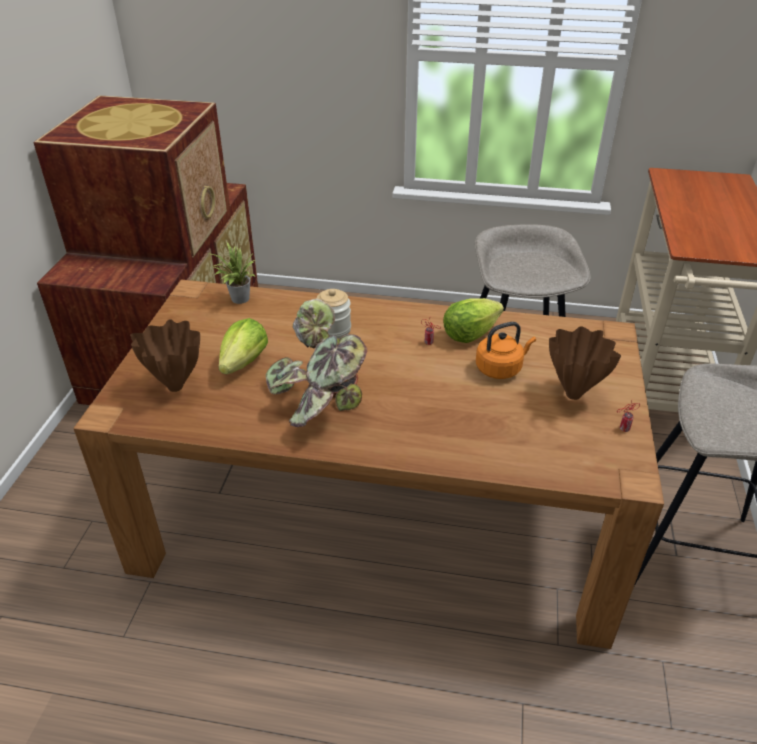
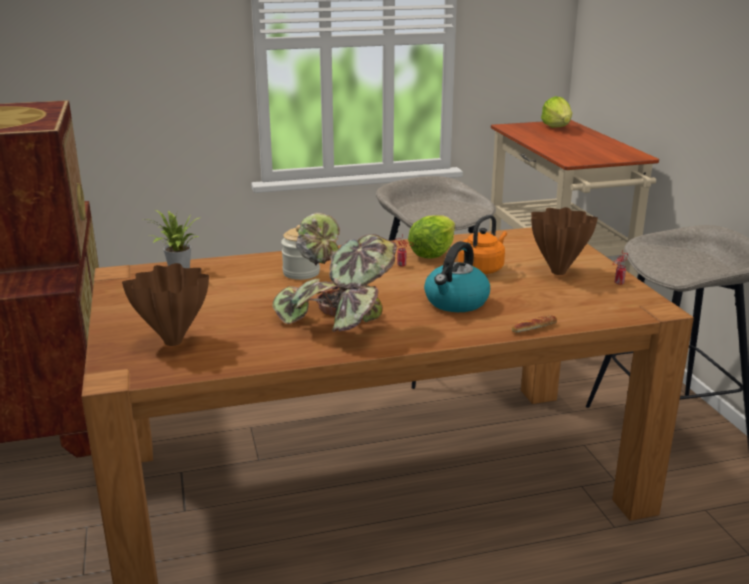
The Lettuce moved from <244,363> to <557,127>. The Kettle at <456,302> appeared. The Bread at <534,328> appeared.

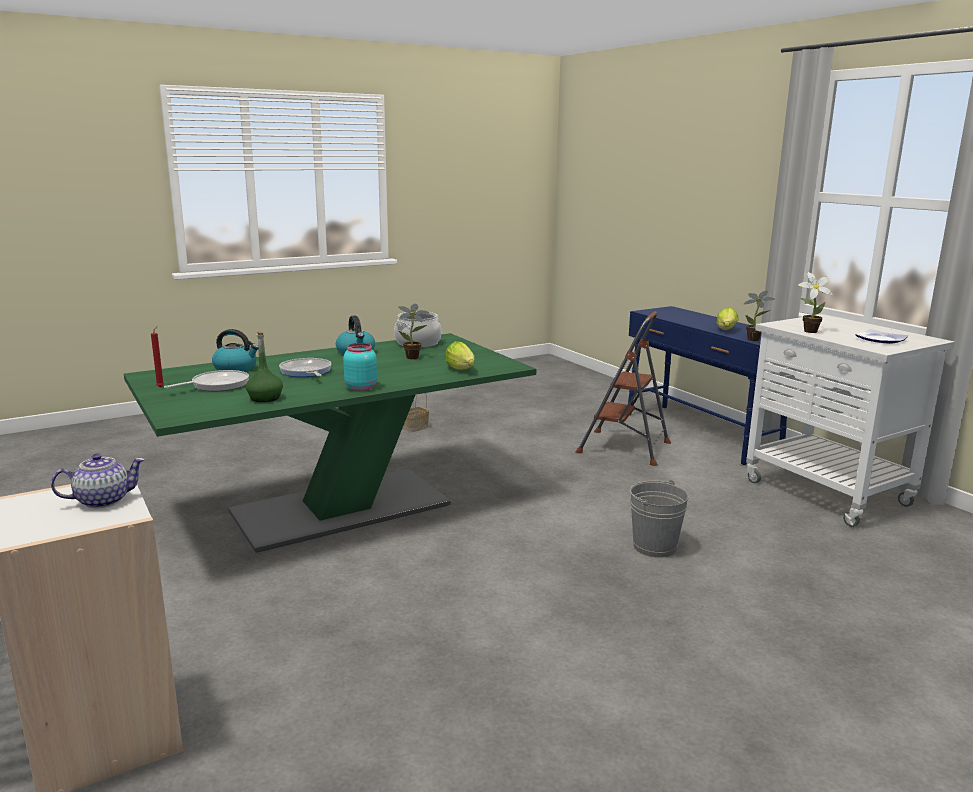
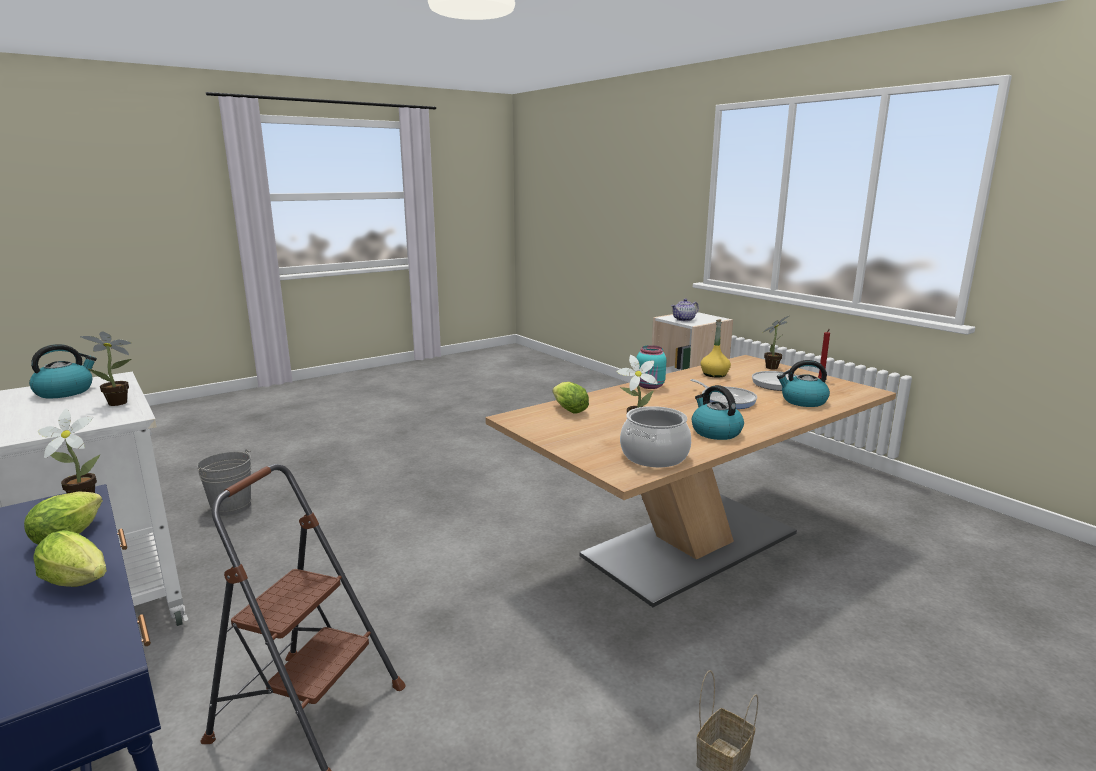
The Plate at <882,339> was replaced by the Kettle at <65,391>. The GreenBottle at <265,398> became the YellowBottle at <714,374>. The GreenDiningTable at <341,509> became the BeigeDiningTable at <691,546>. The GreyBucket moved from <654,547> to <231,507>. The PottedPlant at <773,367> appeared. The Lettuce at <80,583> appeared.

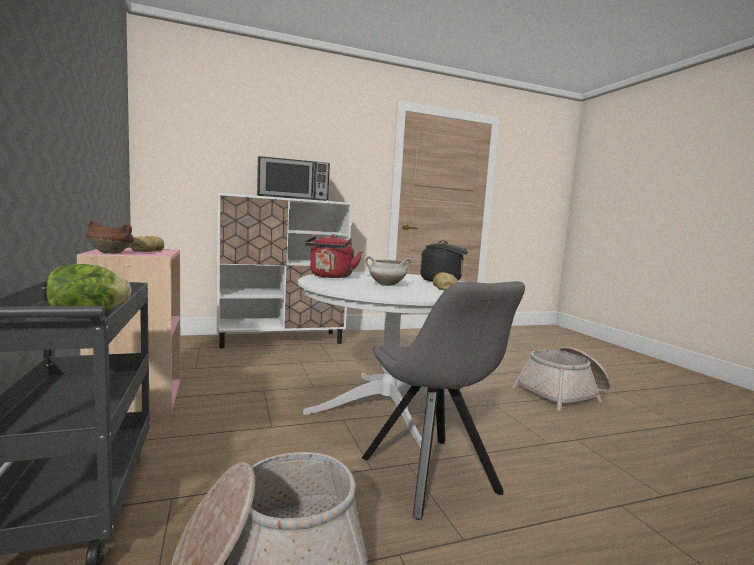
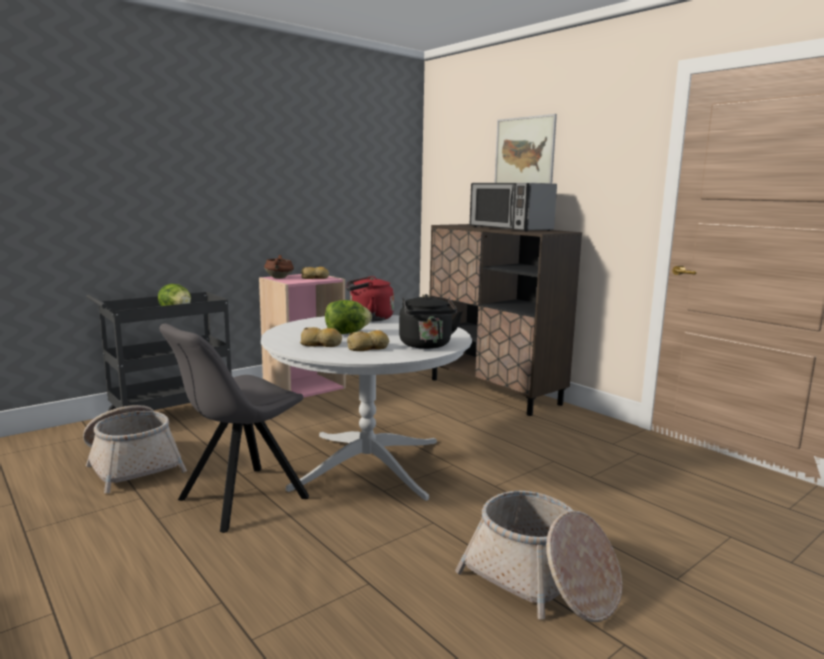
The WhiteCabinet at <281,339> became the BrownCabinet at <494,391>. The WhiteCookingPot at <386,285> was replaced by the Lettuce at <346,333>. The Picture at <524,155> appeared. The Bread at <321,344> appeared.

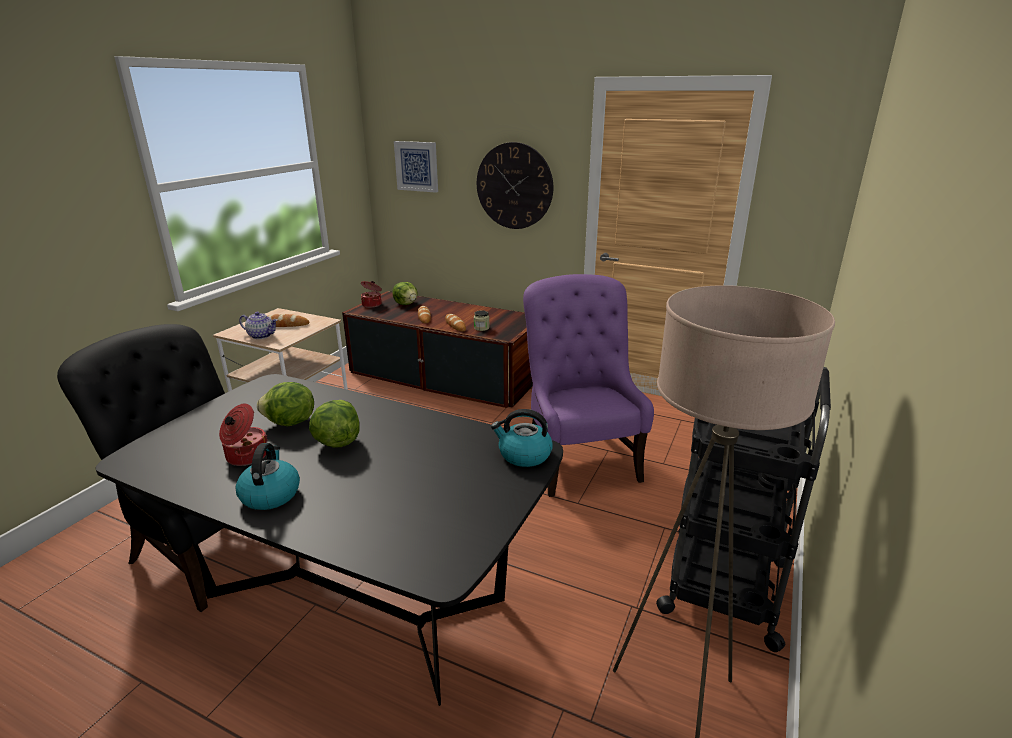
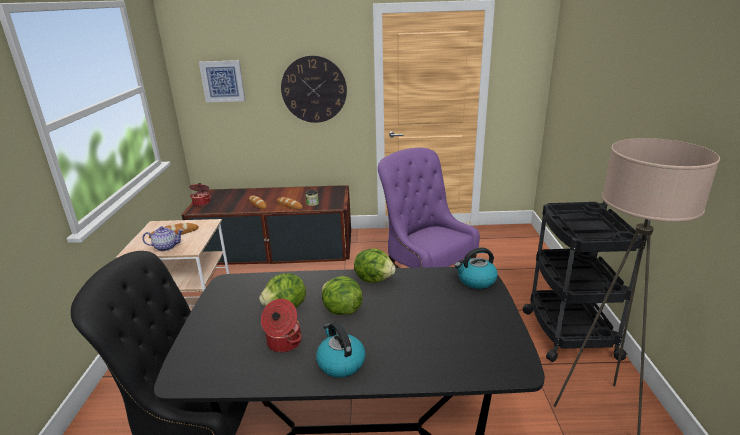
The Lettuce moved from <406,304> to <374,279>.

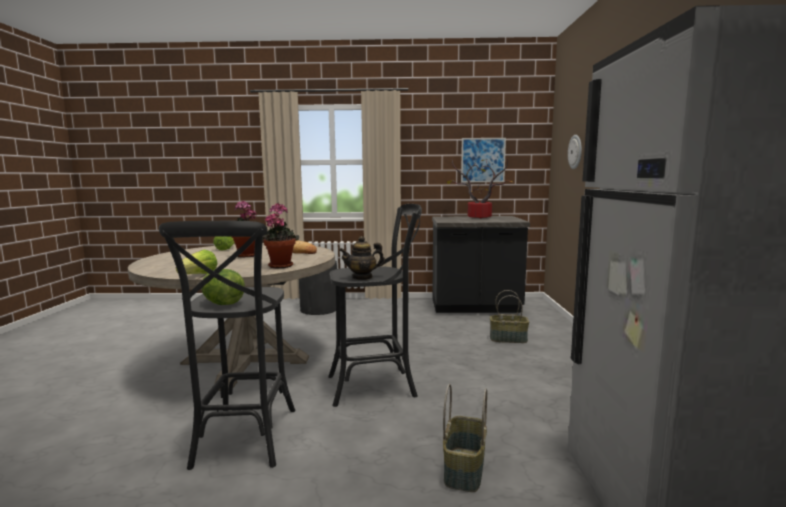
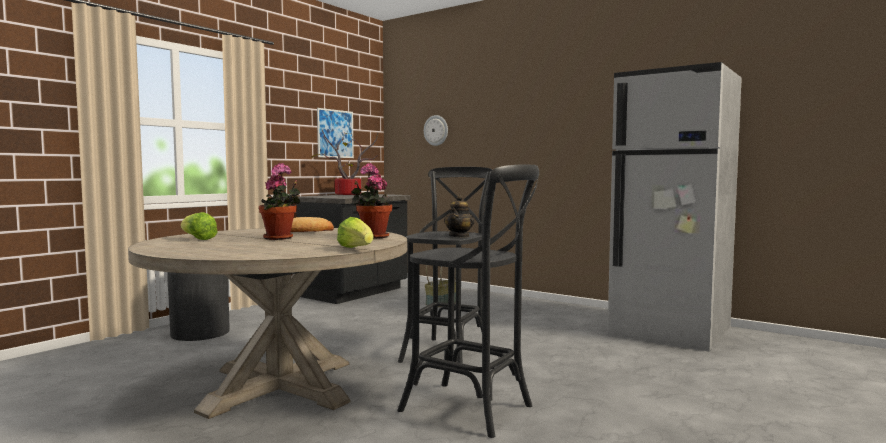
The Lettuce at <223,303> disappeared. The Basket at <465,470> disappeared.

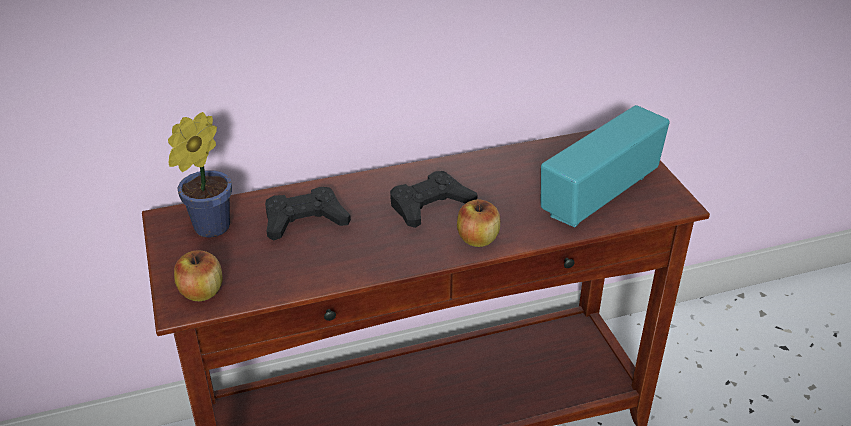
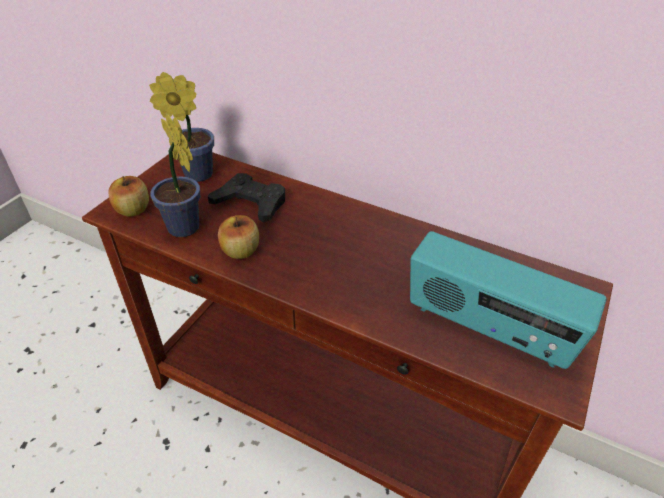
The Radio at <598,195> turned 150 degrees counterclockwise. The BlackGameController at <430,205> disappeared. The Apple moved from <477,239> to <240,251>. The PottedPlant at <185,230> appeared.

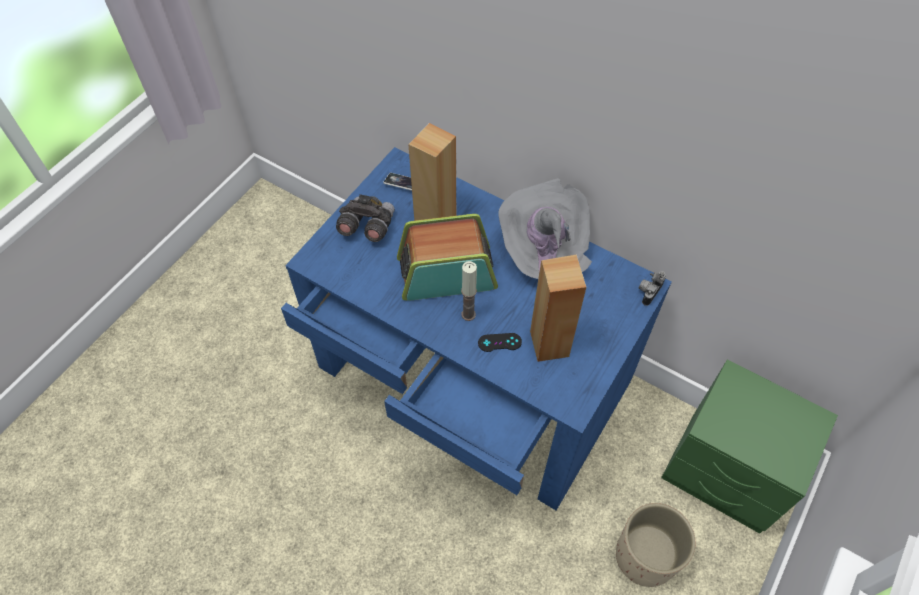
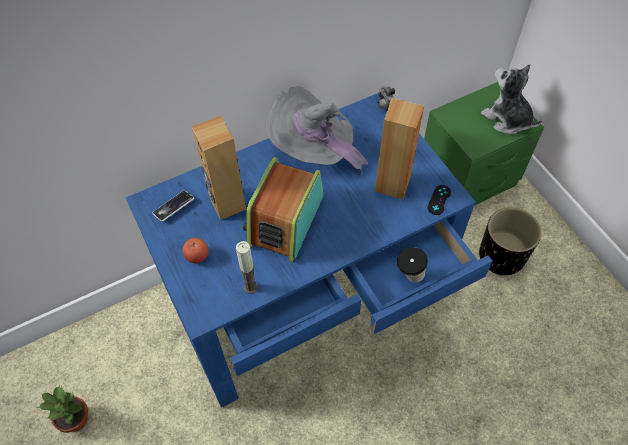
The GreyBinoculars at <367,227> was replaced by the Apple at <197,256>. The Candle moved from <468,314> to <250,287>. The BlackGameController moved from <499,342> to <439,200>. The BeigePlanter at <645,556> became the BlackPlanter at <501,256>. The PlushToy at <507,119> appeared. The Cup at <409,277> appeared. The PottedPlant at <75,418> appeared.

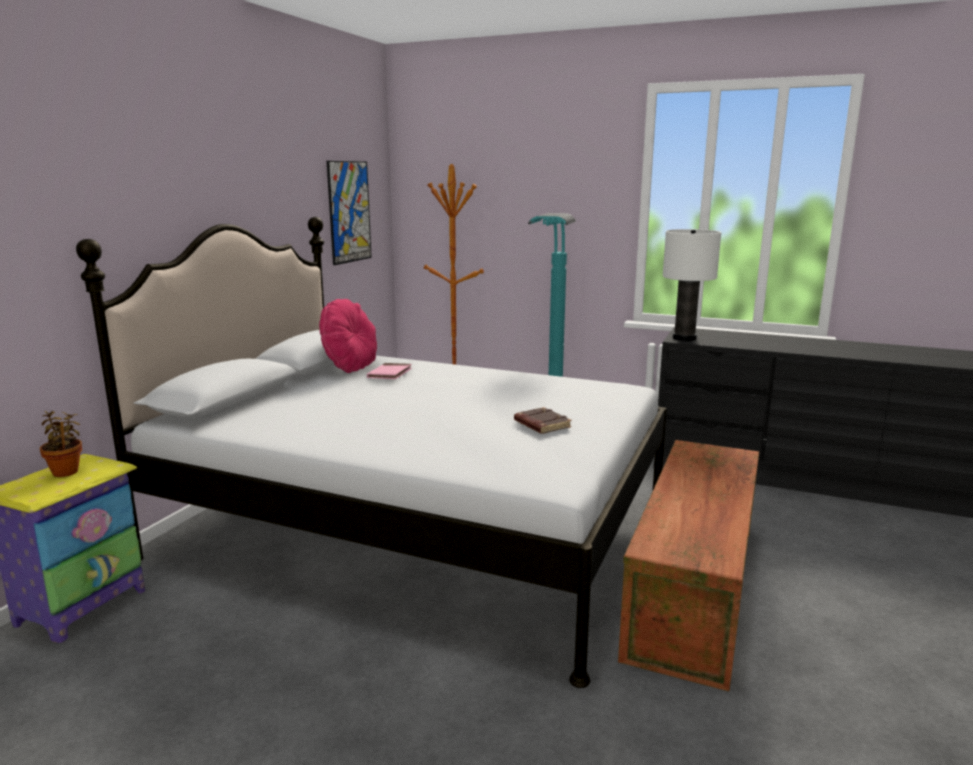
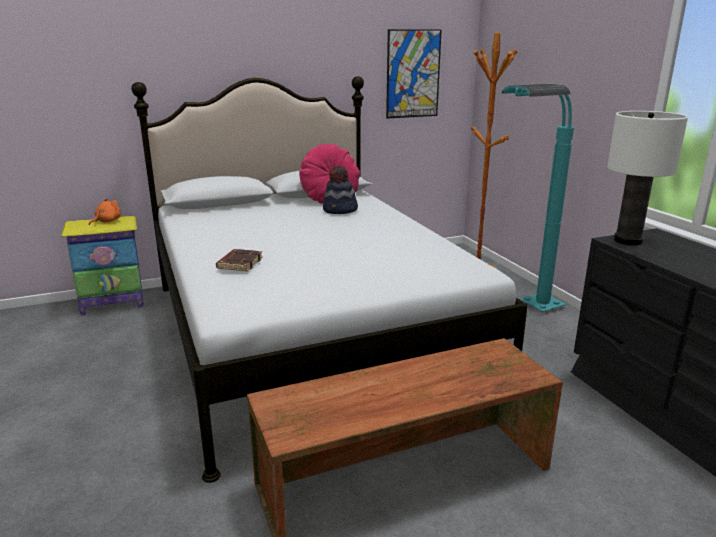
The PinkBook at <390,374> was replaced by the Hat at <340,210>. The BrownBook moved from <541,425> to <239,263>. The PottedPlant at <66,471> was replaced by the OrangePlushToy at <107,221>.

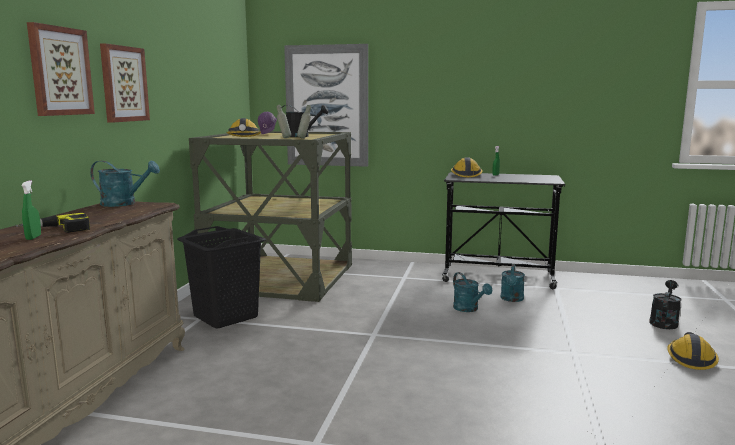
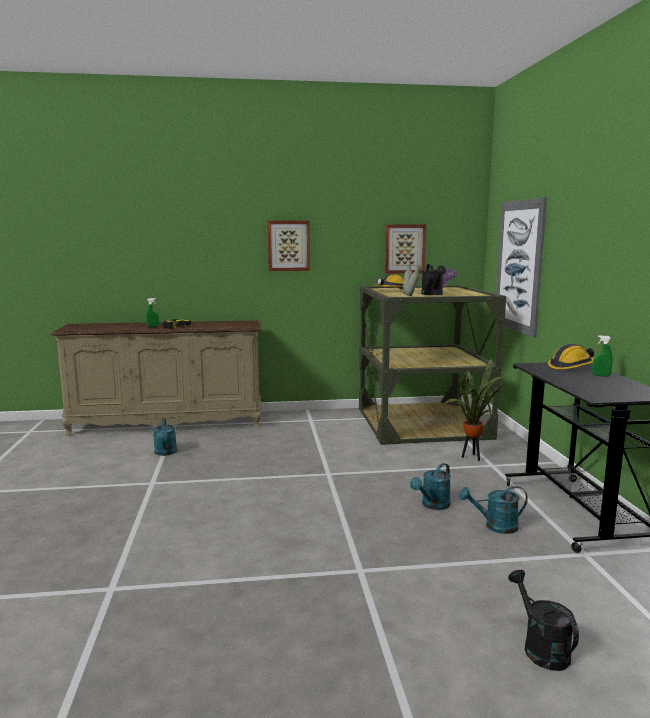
The Picture moved from <60,71> to <404,249>. The TurquoiseWateringCan moved from <124,204> to <165,453>. The BlackLaundryBasket at <226,316> disappeared. The BlackWateringCan at <664,322> turned 120 degrees counterclockwise. The HardHat at <690,358> disappeared. The PottedPlant at <472,457> appeared.

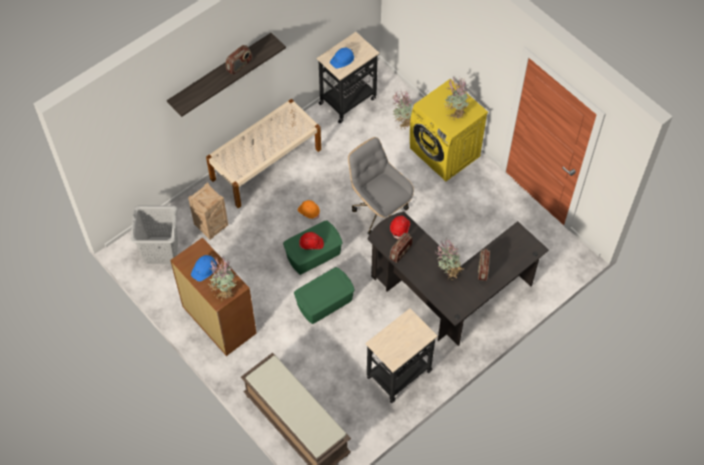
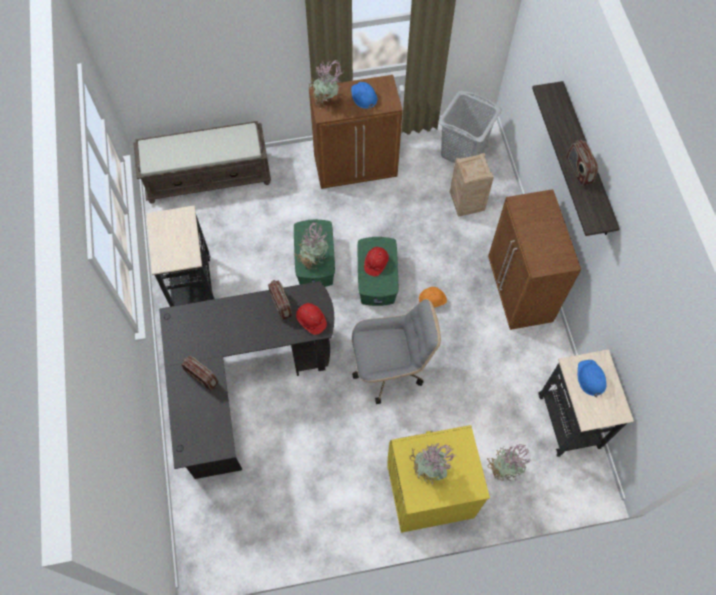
The BeigeBench at <265,164> was replaced by the BrownCabinet at <520,289>. The PottedPlant moved from <448,271> to <313,260>.

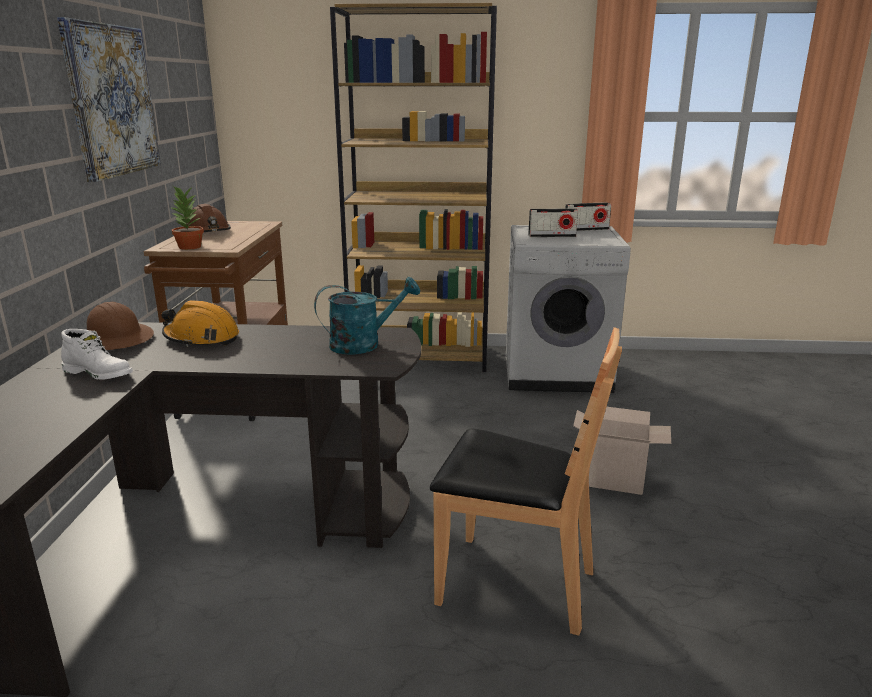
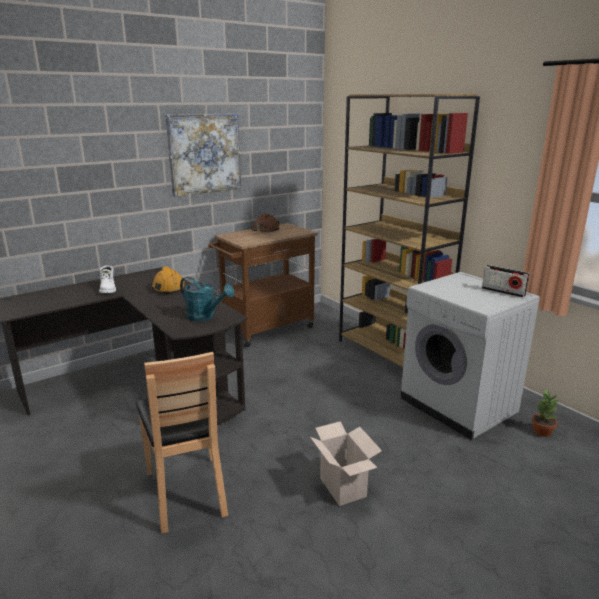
The PottedPlant moved from <189,247> to <542,431>. The Radio at <552,236> disappeared. The BrownHardHat at <115,339> disappeared.

